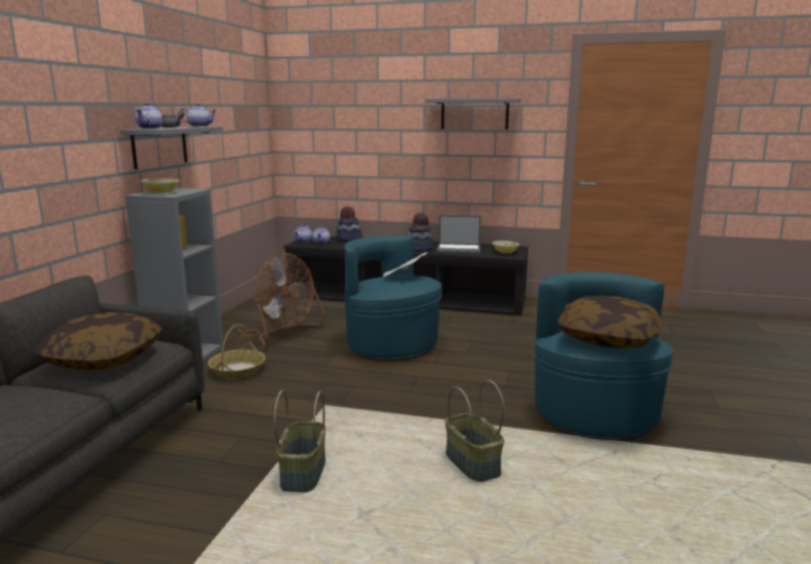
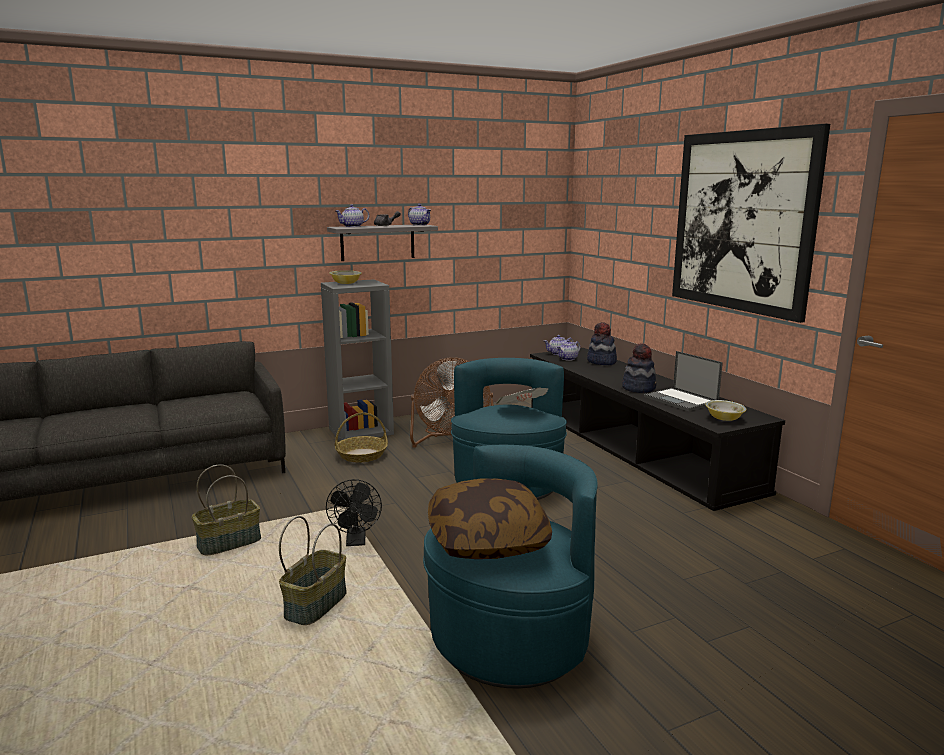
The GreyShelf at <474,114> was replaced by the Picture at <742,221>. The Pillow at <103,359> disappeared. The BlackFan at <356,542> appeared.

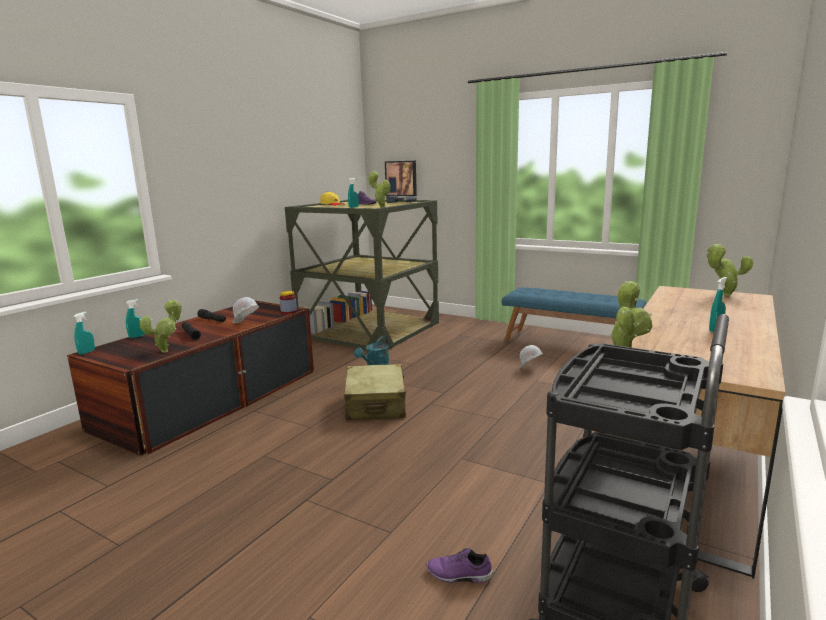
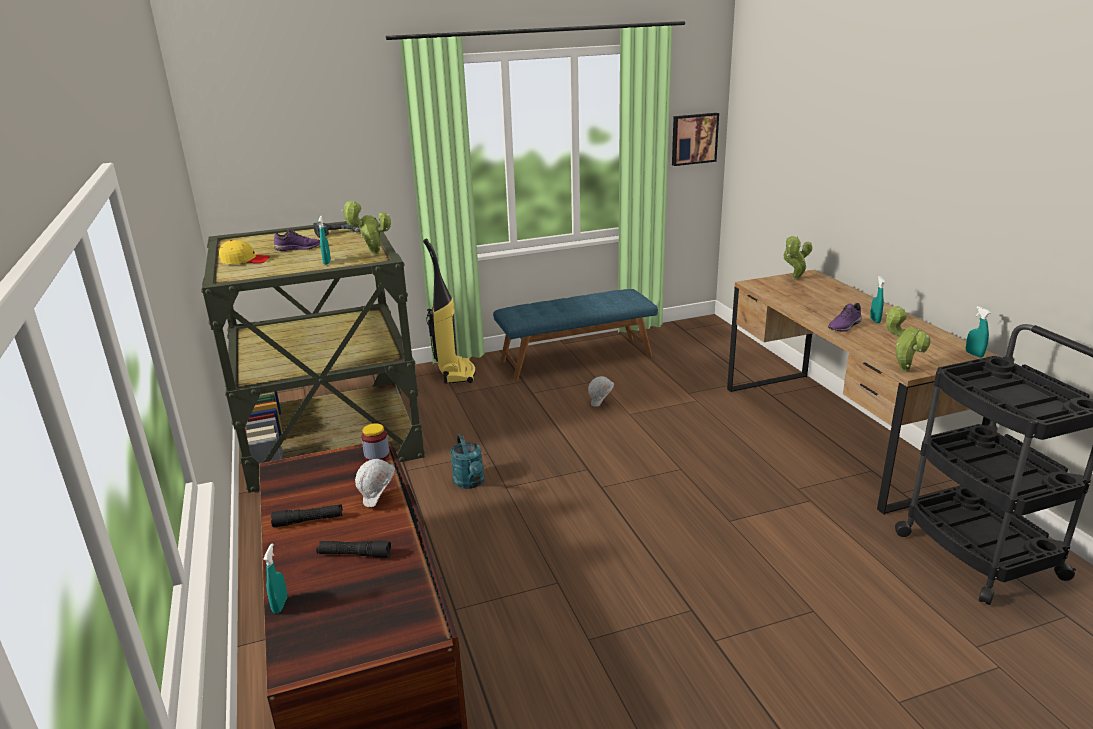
The Picture moved from <401,178> to <693,138>. The PottedPlant at <167,350> disappeared. The TurquoiseSprayBottle moved from <86,352> to <974,354>. The BeigeSuitcase at <375,404> disappeared. The PurpleShoe moved from <459,575> to <845,326>. The VacuumCleaner at <455,373> appeared.

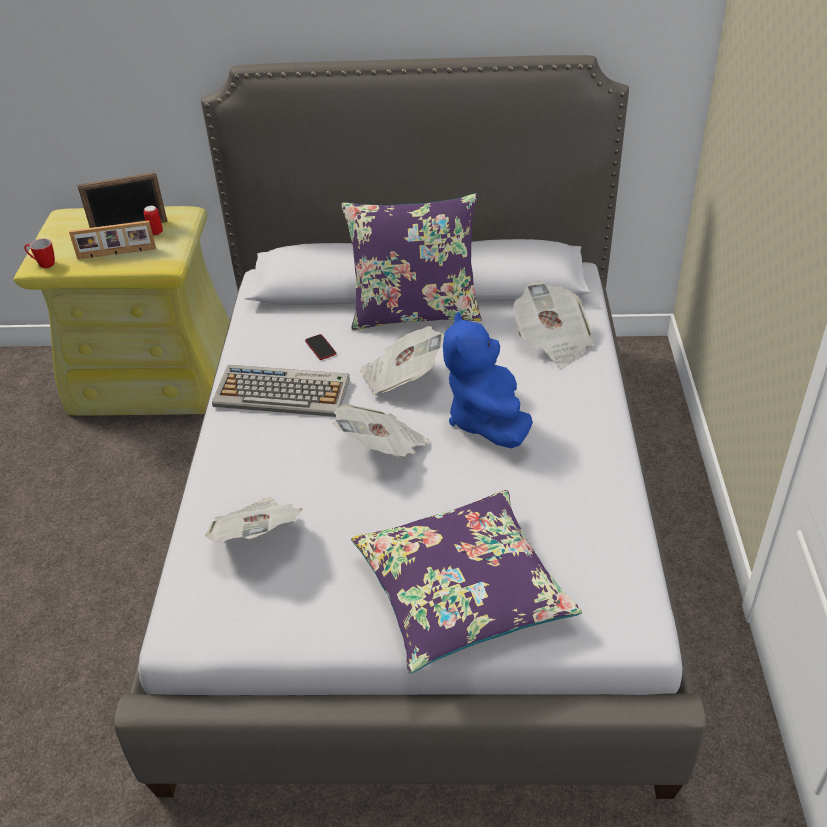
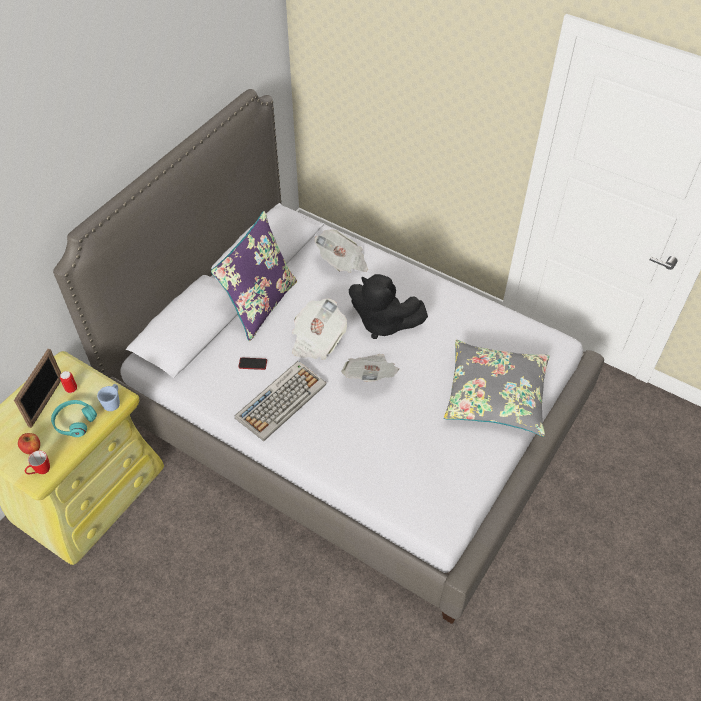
The PictureFrame at <116,254> was replaced by the TurquoiseHeadphones at <74,421>. The BluePlushToy at <486,420> became the BlackPlushToy at <383,323>. The PurplePillow at <462,591> became the GreyPillow at <496,395>. The Newspaper at <258,536> disappeared. The BlueMug at <113,402> appeared. The Apple at <32,448> appeared.

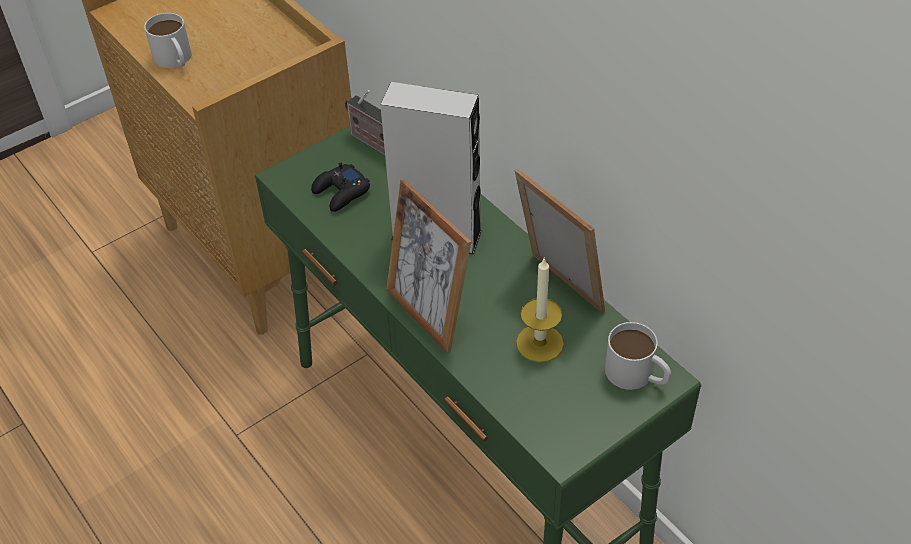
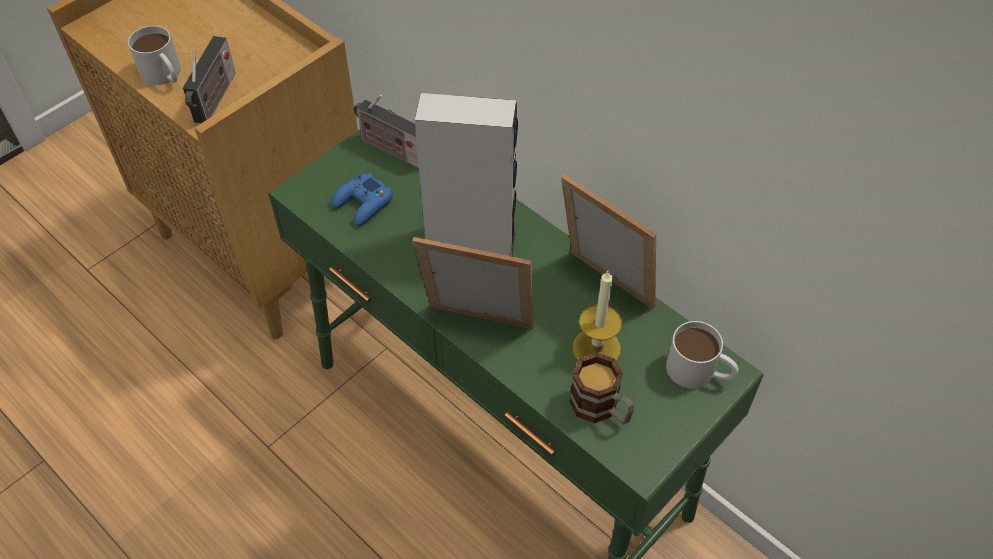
The BlackGameController at <341,192> became the BlueGameController at <363,204>. The PictureFrame at <428,313> turned 150 degrees clockwise. The Radio at <215,100> appeared. The Mug at <601,408> appeared.

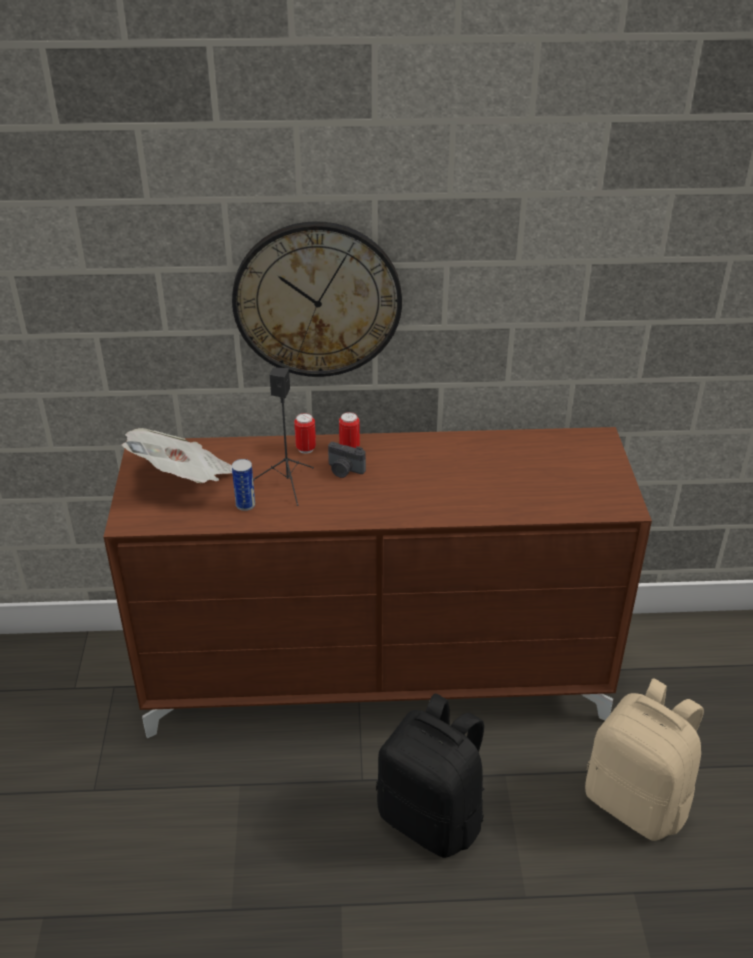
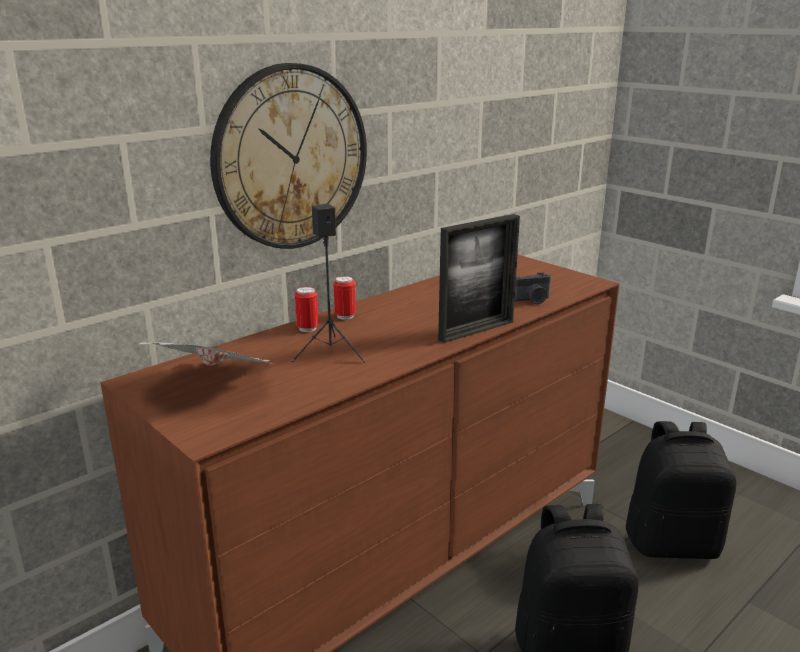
The PhotoCamera moved from <344,470> to <532,300>. The Can at <245,505> disappeared. The BeigeBackpack at <637,802> became the BlackBackpack at <672,542>. The PictureFrame at <476,330> appeared.

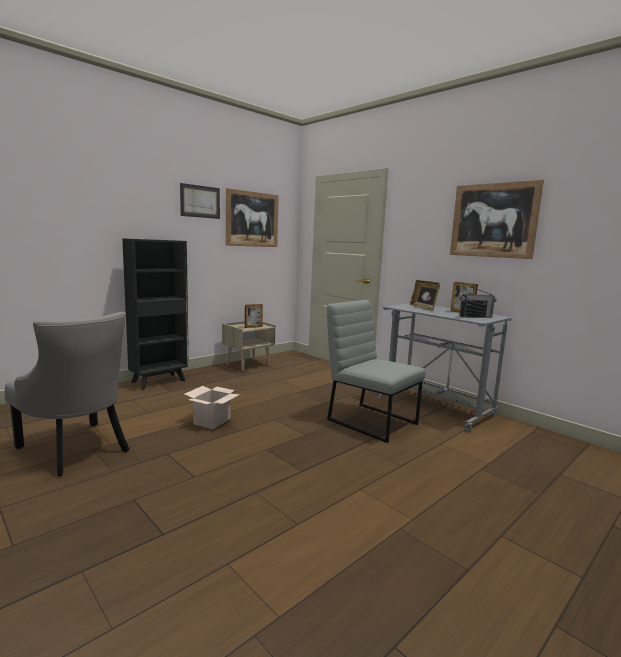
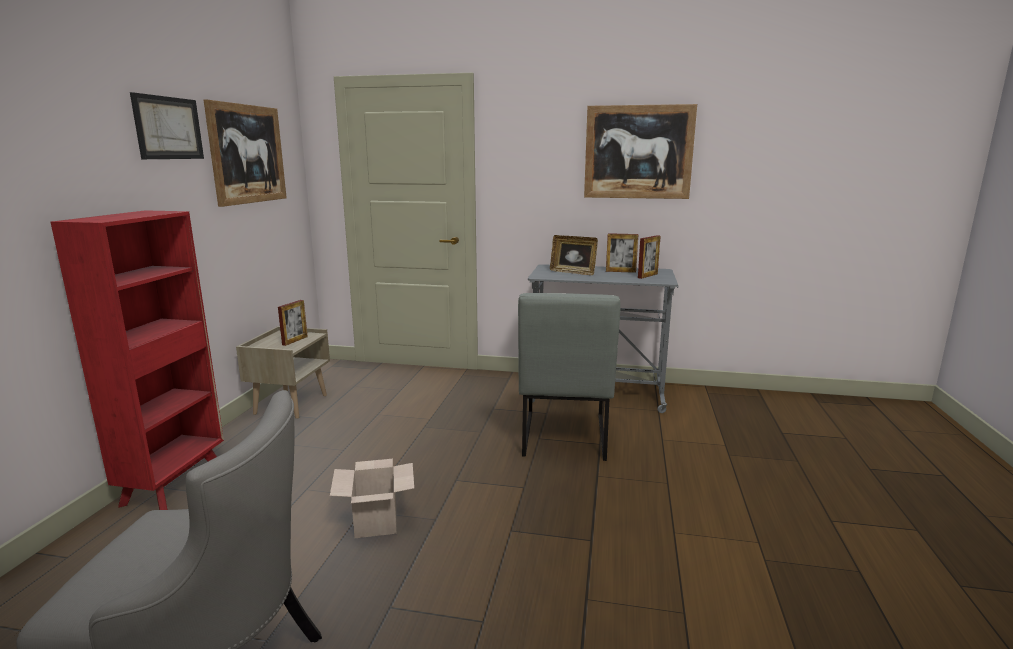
The BlackBookcase at <160,381> became the RedBookcase at <175,484>. The Radio at <475,317> was replaced by the PictureFrame at <647,276>. The GreyChair at <370,421> turned 90 degrees counterclockwise.

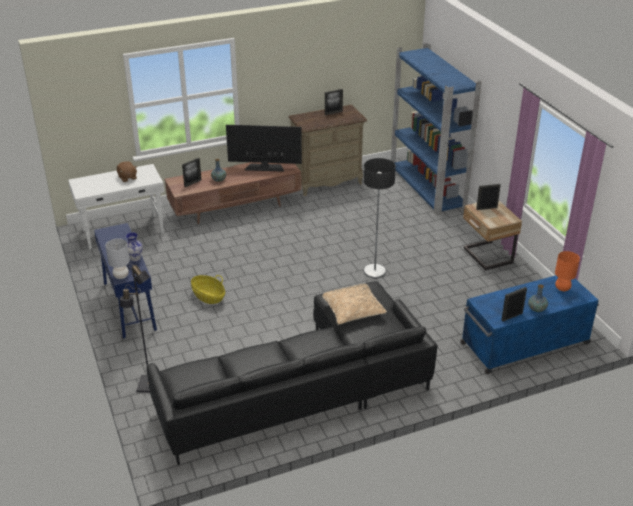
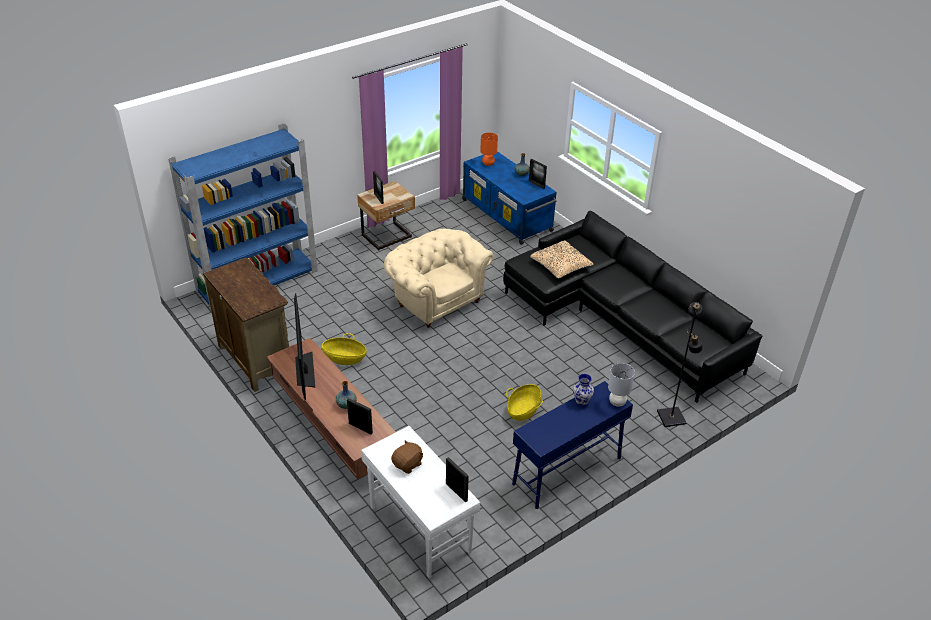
The PictureFrame moved from <333,113> to <456,492>. The FloorLamp at <375,271> was replaced by the BeigeArmchair at <435,300>. The Basket at <344,358> appeared.

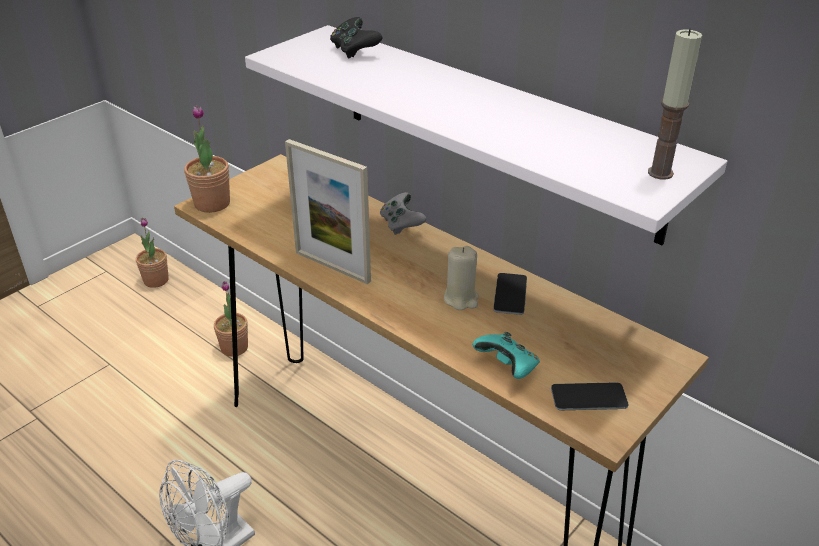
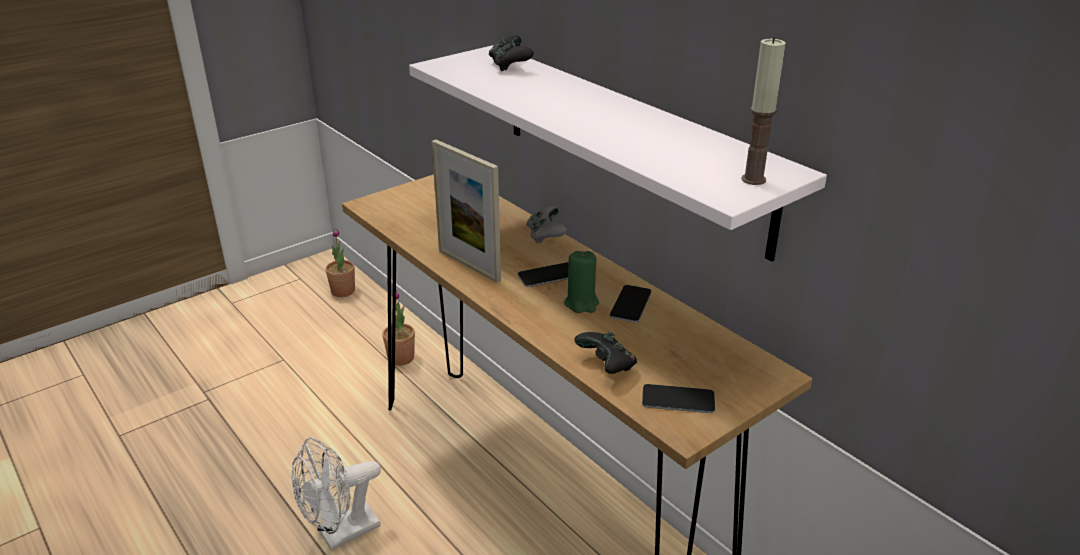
The PottedPlant at <212,203> disappeared. The BeigeCandle at <461,299> became the GreenCandle at <581,303>. The TurquoiseGameController at <508,367> became the BlackGameController at <607,365>. The Phone at <548,275> appeared.

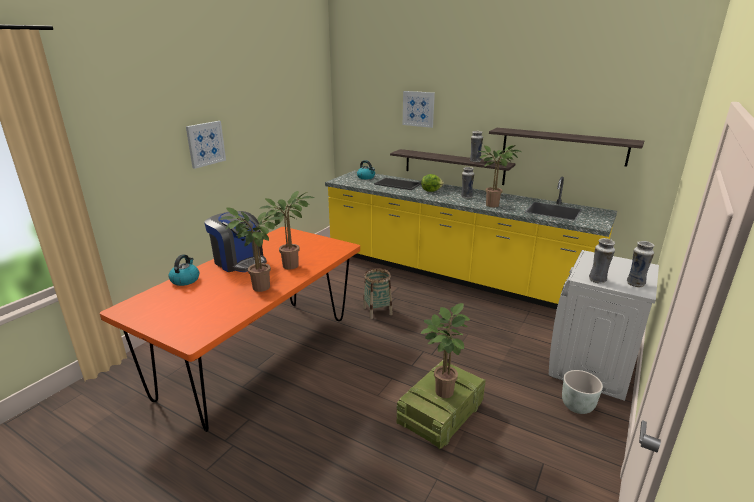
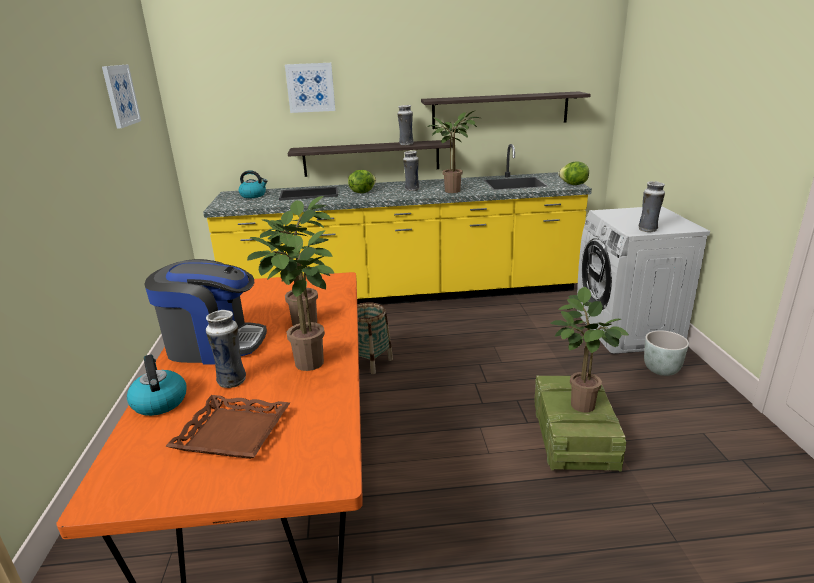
The Picture moved from <205,144> to <120,95>. The Vase moved from <635,283> to <232,380>. The Lettuce at <573,185> appeared. The BrownTray at <233,432> appeared.

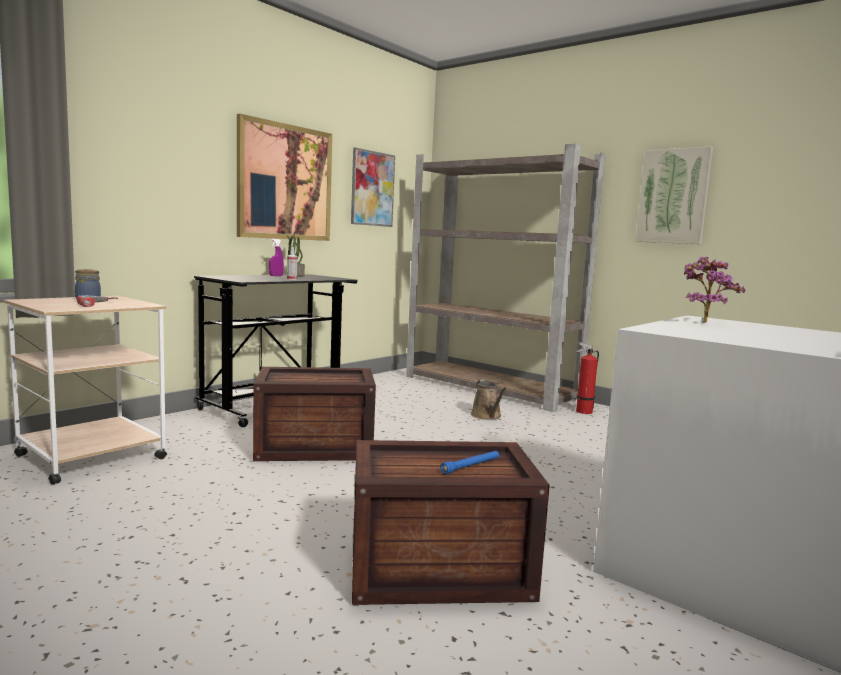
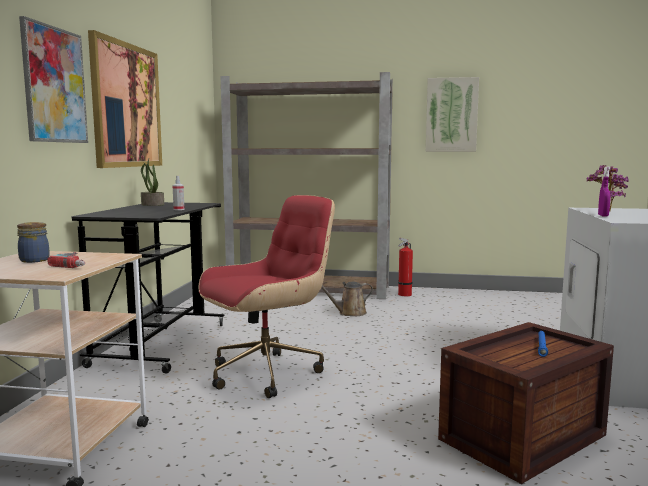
The Picture moved from <372,189> to <54,85>. The PurpleSprayBottle moved from <276,276> to <603,216>. The Crate at <316,447> was replaced by the RedOfficeChair at <269,373>. The BrownWateringCan at <487,416> turned 120 degrees clockwise.

